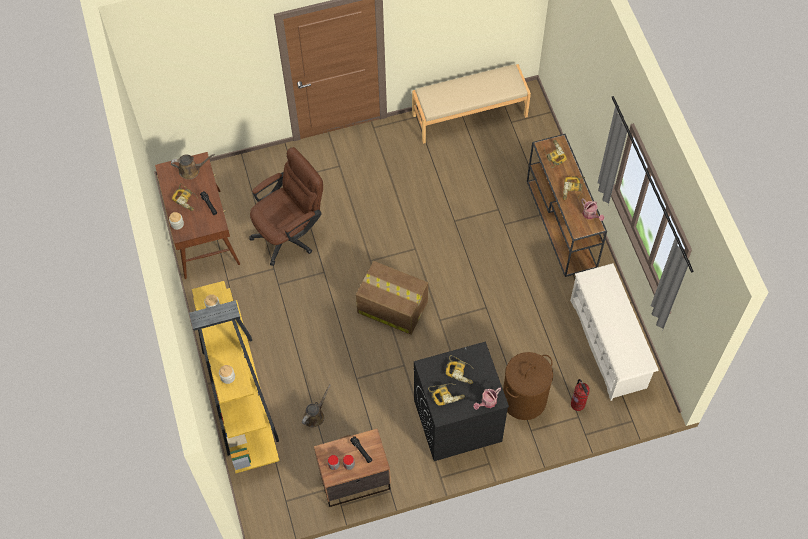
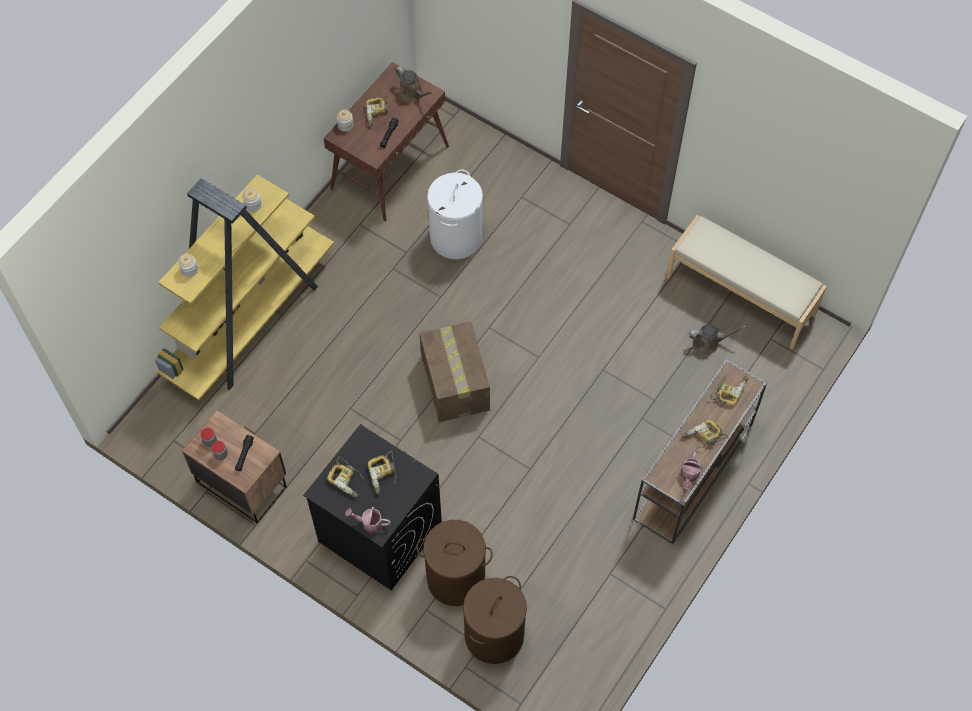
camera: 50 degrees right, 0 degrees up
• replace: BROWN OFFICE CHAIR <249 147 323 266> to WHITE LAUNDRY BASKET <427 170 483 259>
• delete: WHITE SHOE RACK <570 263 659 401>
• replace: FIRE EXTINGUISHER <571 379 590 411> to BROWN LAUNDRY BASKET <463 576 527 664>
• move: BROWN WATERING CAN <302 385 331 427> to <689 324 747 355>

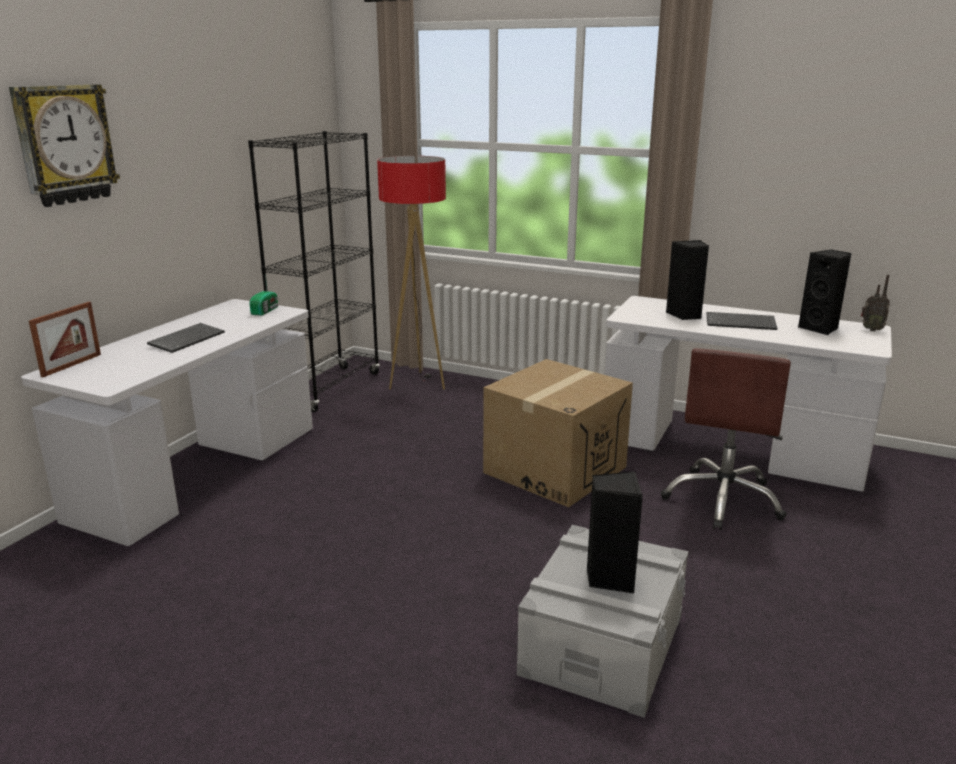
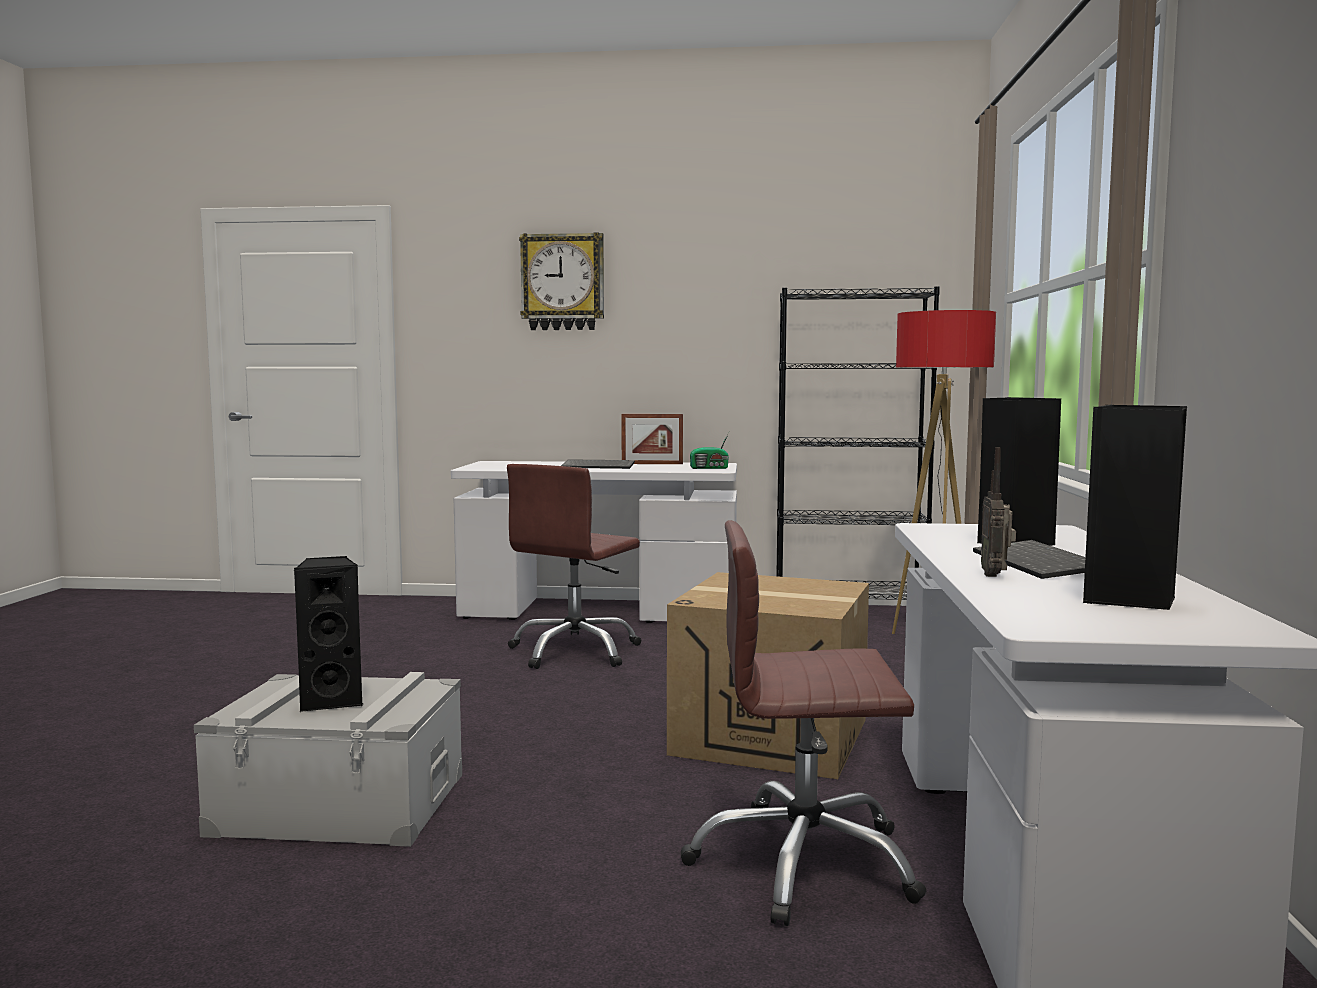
camera: 70 degrees right, 15 degrees down
• move: RADIO <861 274 890 331> to <981 447 1016 577>
• move: PICTURE FRAME <29 302 101 377> to <621 414 683 464>
• insert: BROWN OFFICE CHAIR <507 464 642 669>

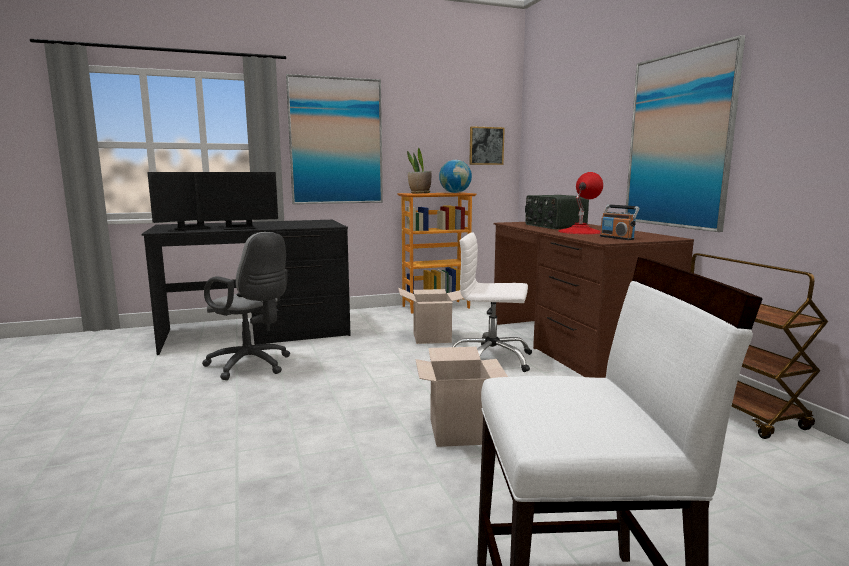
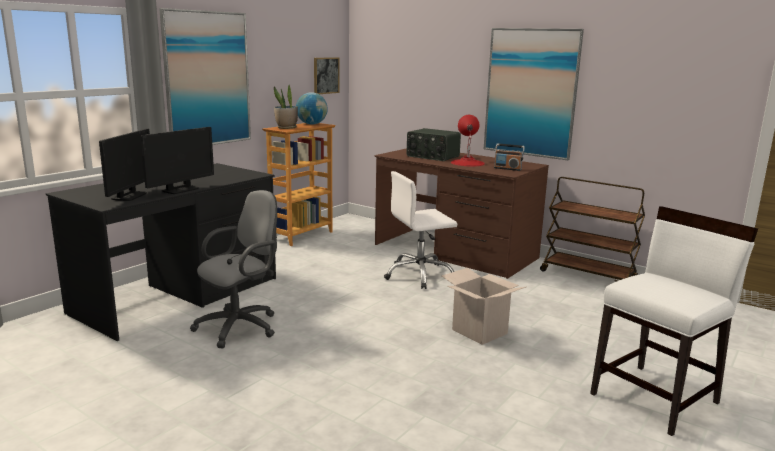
camera: 35 degrees left, 5 degrees up
• rotate: GREY OFFICE CHAIR <202 232 290 380> = <190 190 277 348> 45 degrees counterclockwise
• delete: CARDBOARD BOX <398 288 464 344>

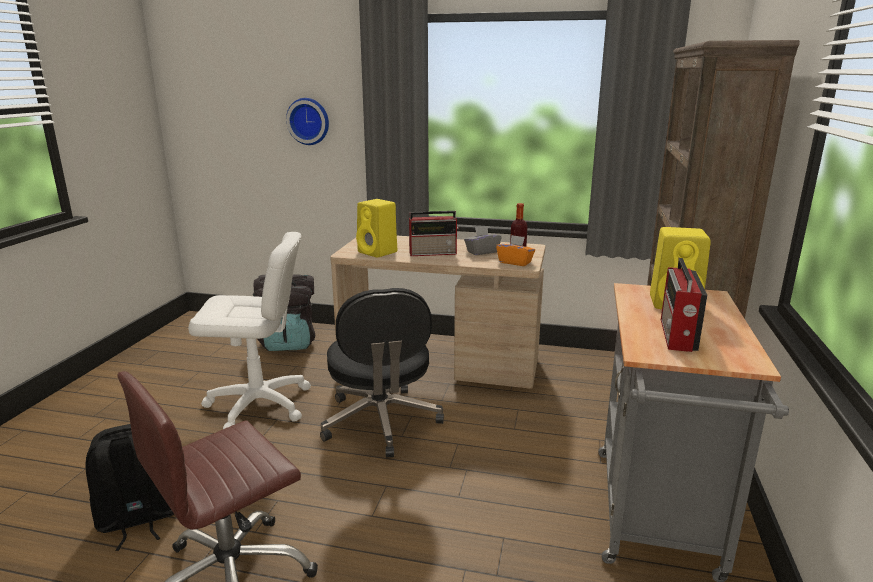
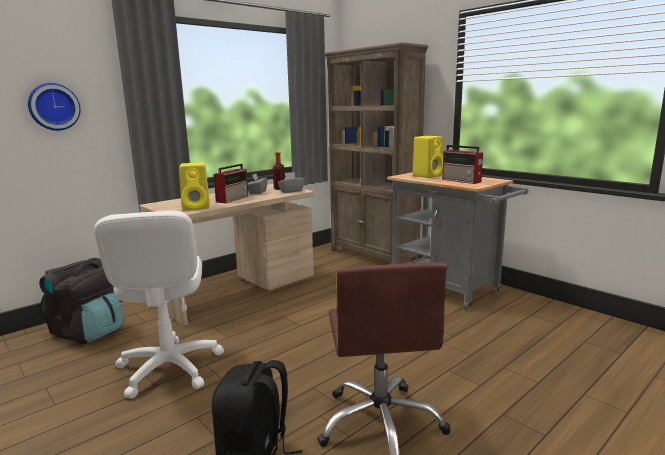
camera: 55 degrees left, 5 degrees down
• rotate: WHITE OFFICE CHAIR <188 232 311 429> = <94 211 224 399> 135 degrees clockwise
• recolor: ORANGE TISSUE BOX <496 235 535 266> to GREY TISSUE BOX <278 172 304 193>
• delete: BLACK OFFICE CHAIR <320 288 444 457>

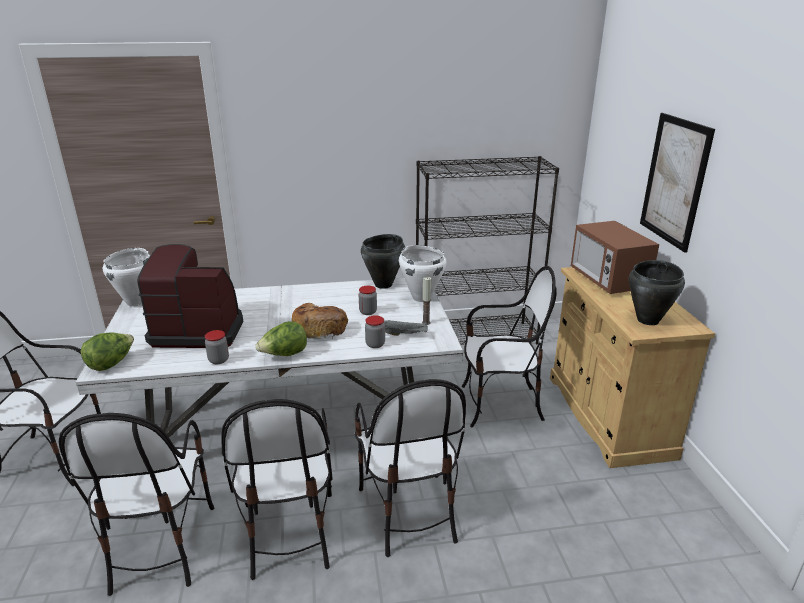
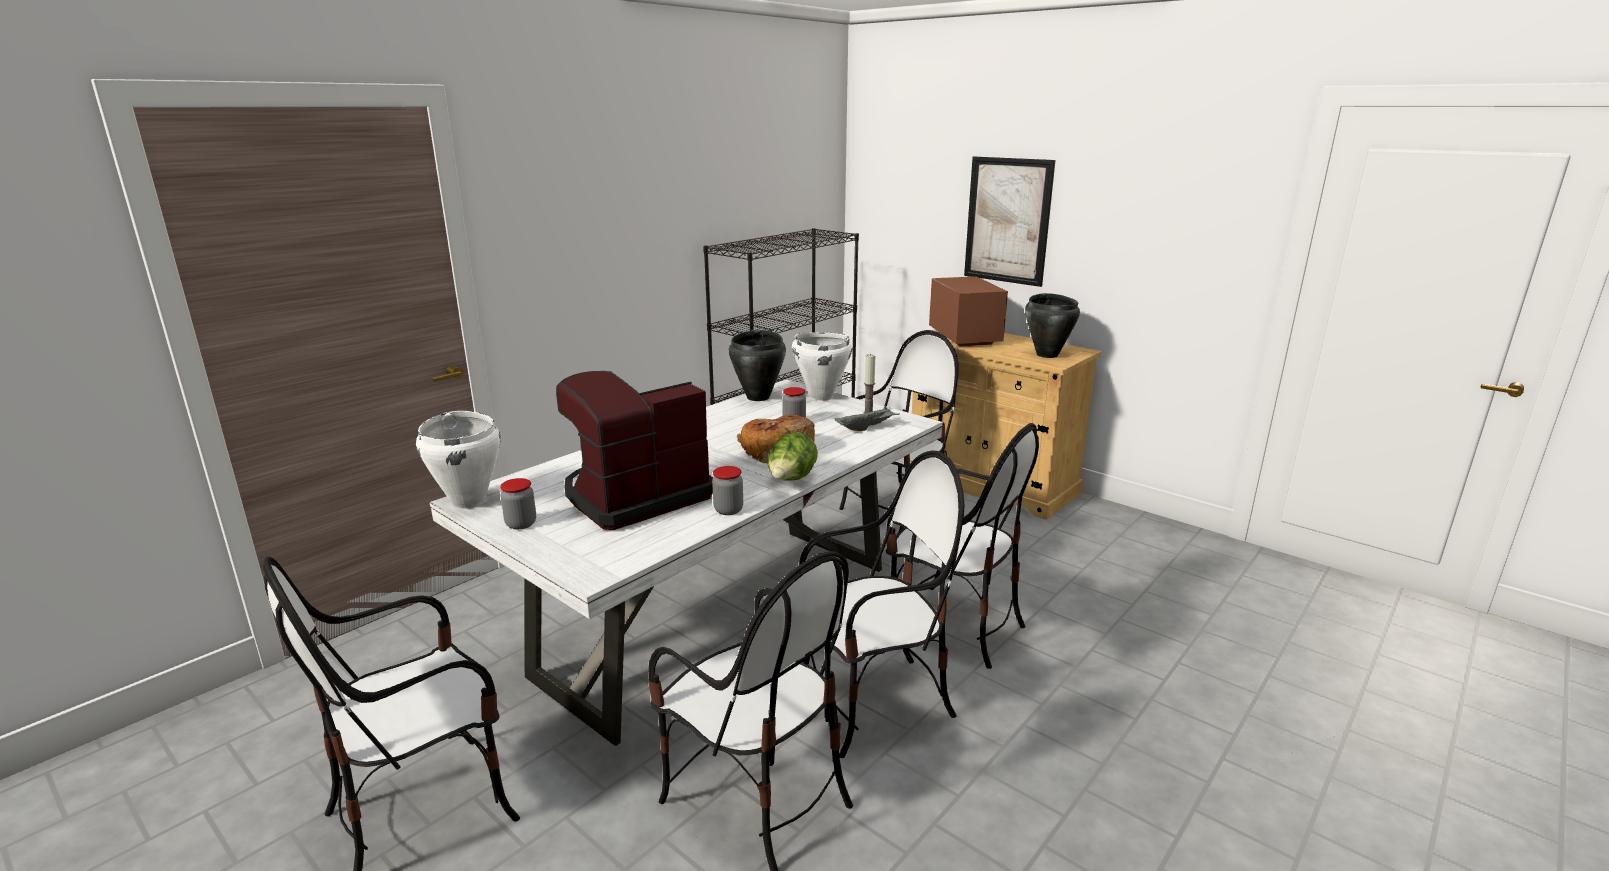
camera: 40 degrees left, 5 degrees down
• rotate: MICROWAVE <571 221 660 294> = <929 276 1008 346> 135 degrees counterclockwise
• move: JAR <365 315 385 348> to <500 478 536 529>
• delete: LETTUCE <80 333 134 371>
• rotate: CHAIR <221 399 333 580> = <799 451 964 758> 60 degrees counterclockwise

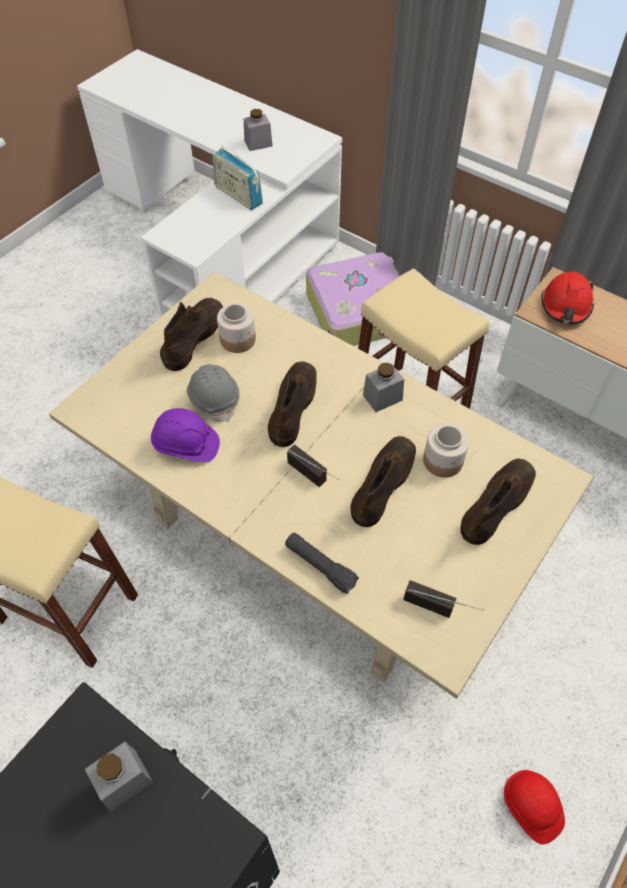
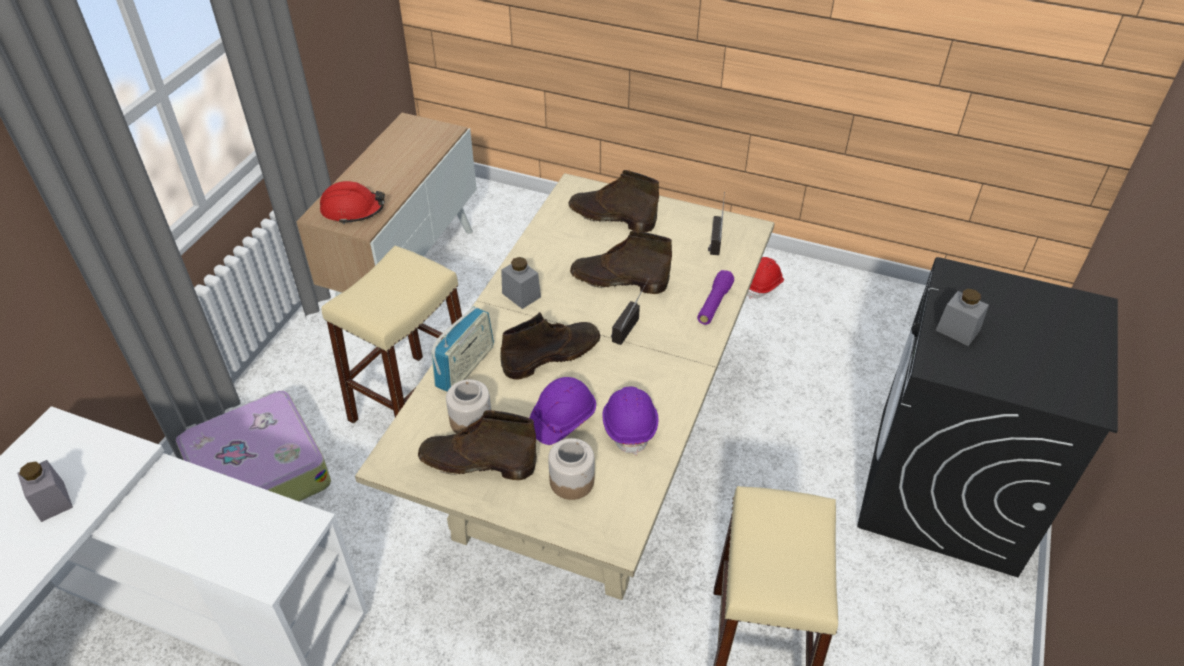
camera: 105 degrees left, 10 degrees down
• move: RADIO <212 145 263 210> to <431 306 494 392>
• rotate: BROWN BOOT <268 361 317 447> = <500 312 600 380> 150 degrees clockwise
• recolor: GREY HARD HAT <187 364 240 422> to PURPLE HARD HAT <529 377 596 445>
• move: JAR <423 423 469 478> to <548 438 594 500>
• recolor: BLACK FLASHLIGHT <285 533 359 594> to PURPLE FLASHLIGHT <697 270 734 325>

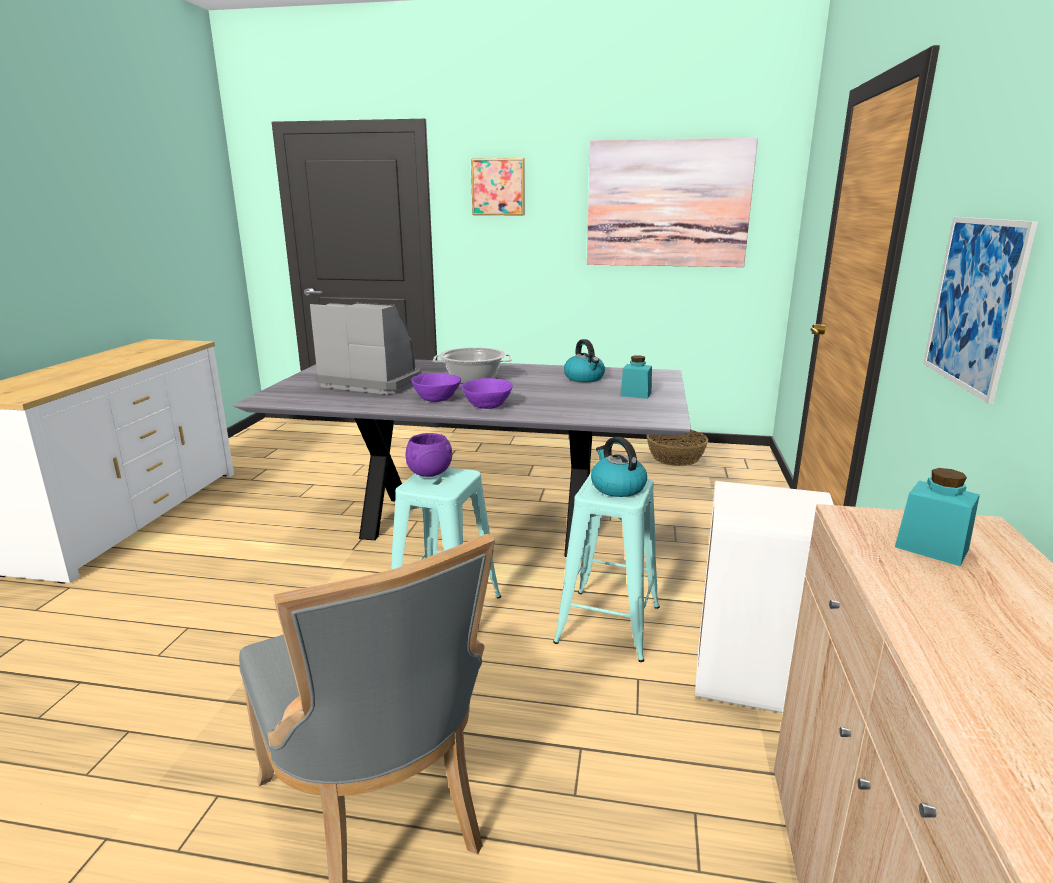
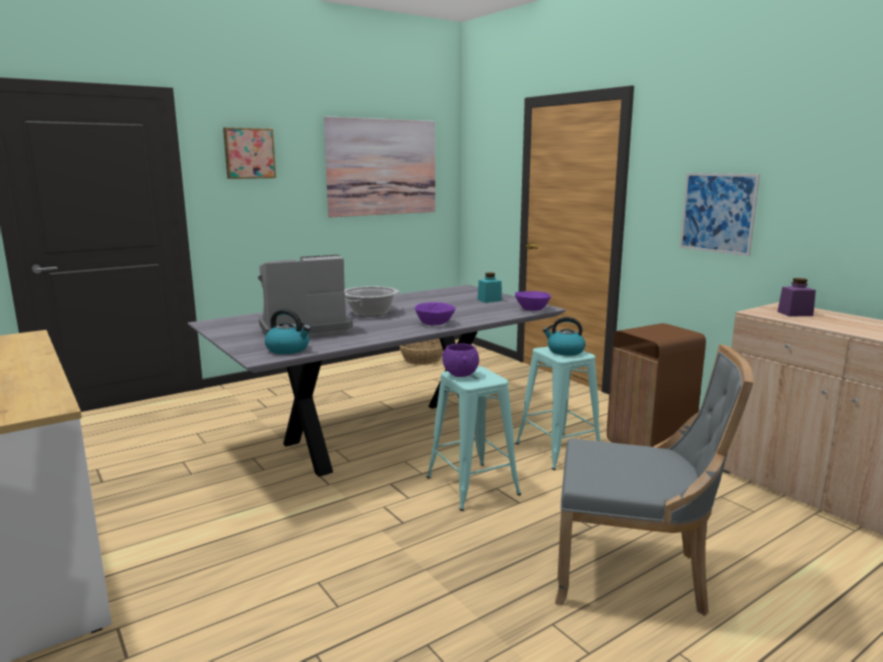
camera: 45 degrees left, 5 degrees down
• move: KETTLE <564 339 605 382> to <265 309 311 354>
• move: PURPLE BOWL <411 373 461 402> to <515 291 551 311>
• recolor: TURQUOISE JAR <895 468 980 566> to PURPLE JAR <777 278 816 317>
• recolor: WHITE TRASH CAN <695 481 834 713> to BROWN TRASH CAN <607 323 706 447>

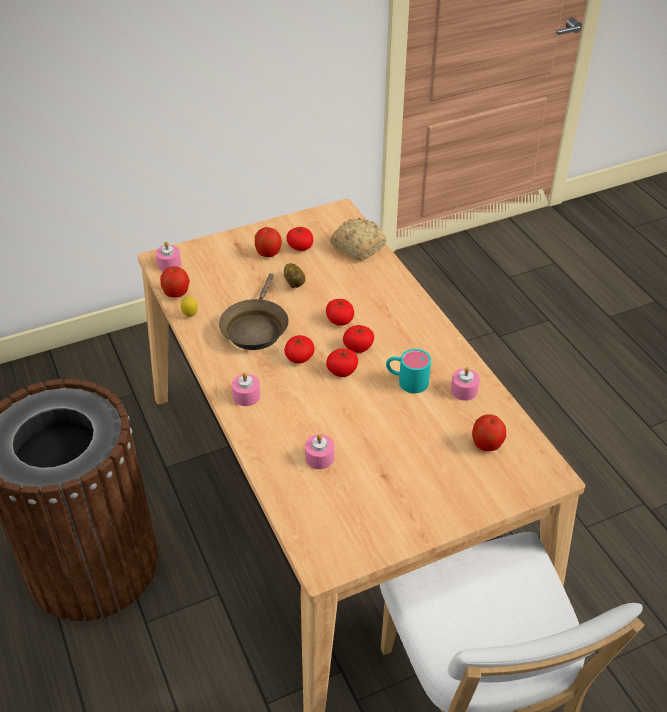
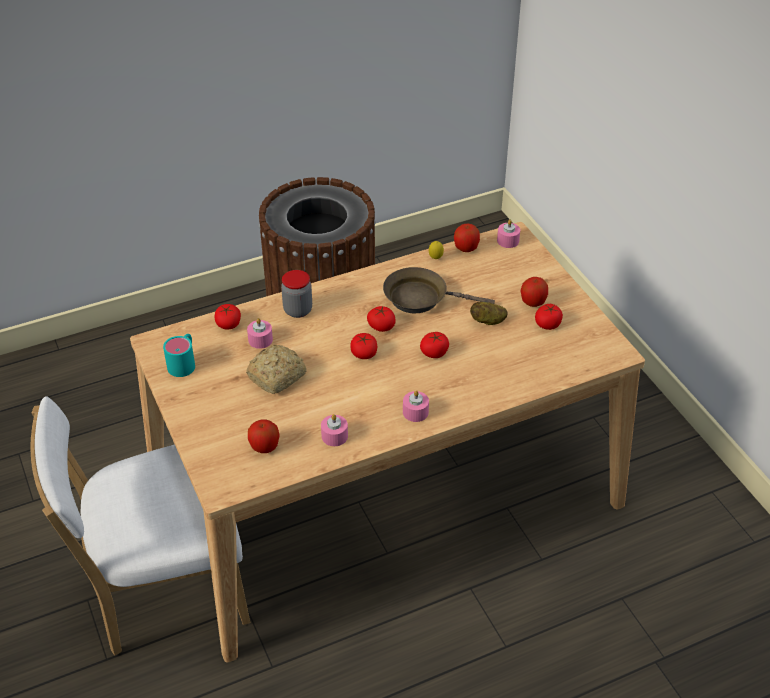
camera: 90 degrees right, 0 degrees up
• move: BREAD <330 218 386 260> to <246 345 307 394>
• move: TOMATO <343 325 374 353> to <215 304 241 330>
• move: TURQUOISE MUG <386 349 431 393> to <163 334 195 377>
• move: PINK CANDLE <232 373 260 406> to <403 390 429 422>
• insert: JAR <281 270 312 318>

